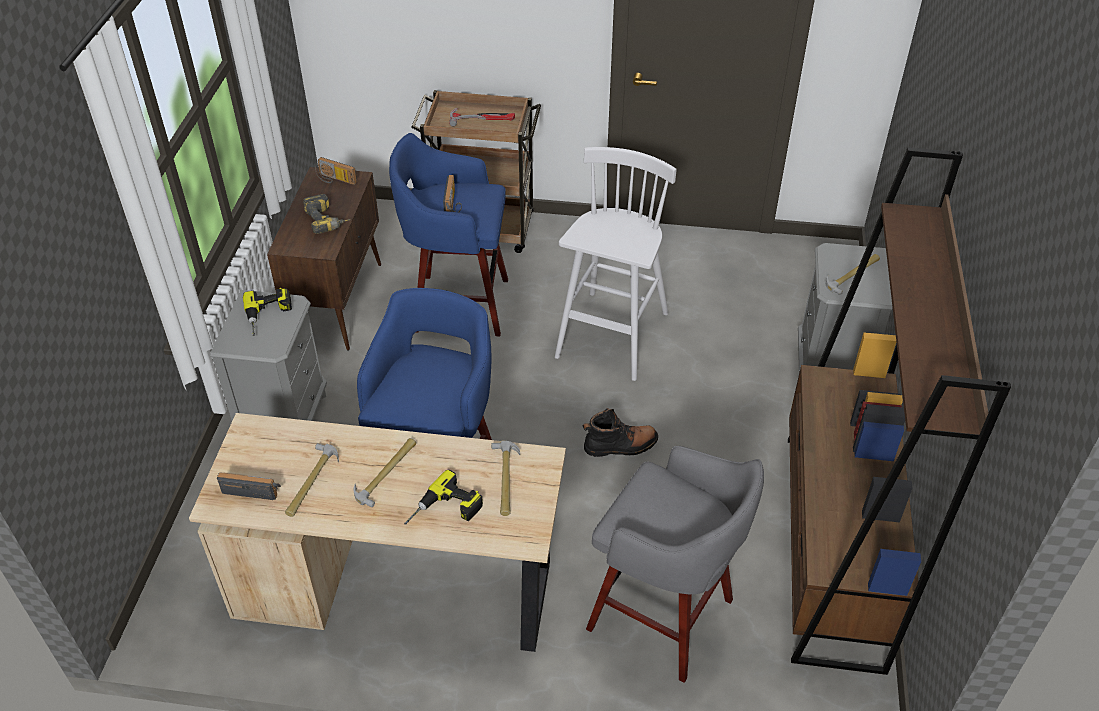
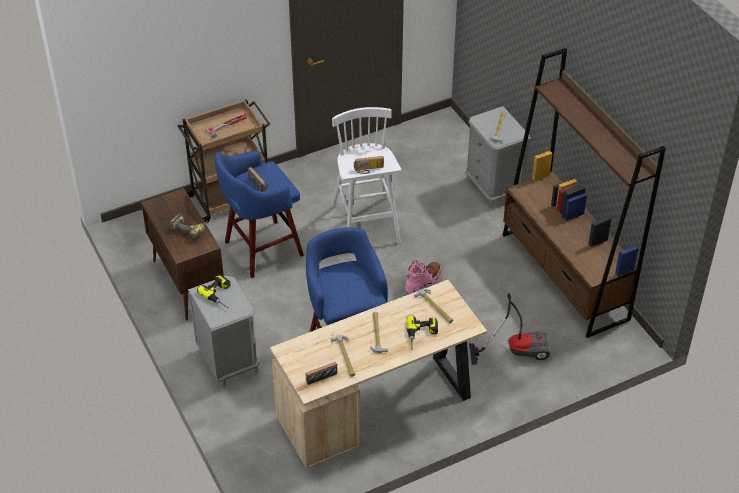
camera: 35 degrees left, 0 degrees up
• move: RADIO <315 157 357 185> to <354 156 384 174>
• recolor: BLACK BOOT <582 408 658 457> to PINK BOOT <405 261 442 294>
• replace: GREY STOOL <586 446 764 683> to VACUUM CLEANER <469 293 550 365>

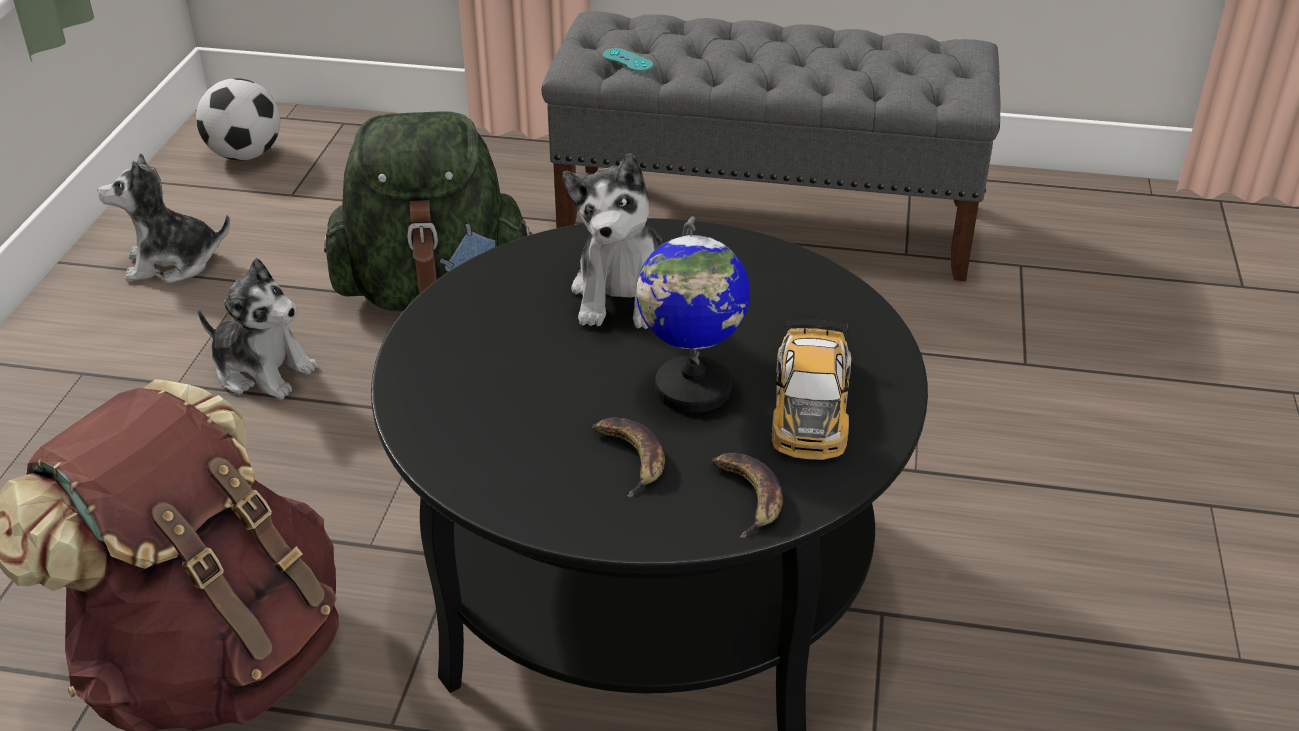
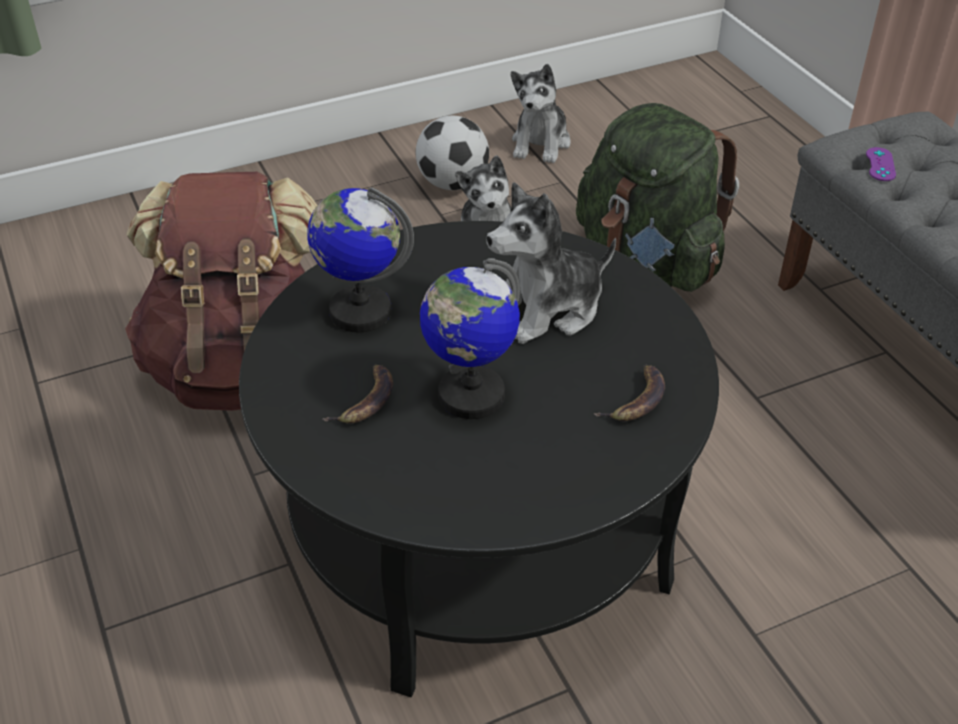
camera: 55 degrees right, 5 degrees up
• recolor: TURQUOISE GAME CONTROLLER <603 48 653 72> to PURPLE GAME CONTROLLER <866 147 896 181>
• move: FOOTBALL <196 78 280 161> to <416 116 489 190>
• rotate: PLUSH TOY <98 153 230 284> = <511 64 571 163> 120 degrees counterclockwise
• delete: TOY CAR <772 319 851 460>
• move: BANANA <711 453 783 538> to <594 365 665 421>
• insert: GLOBE <307 187 414 332>

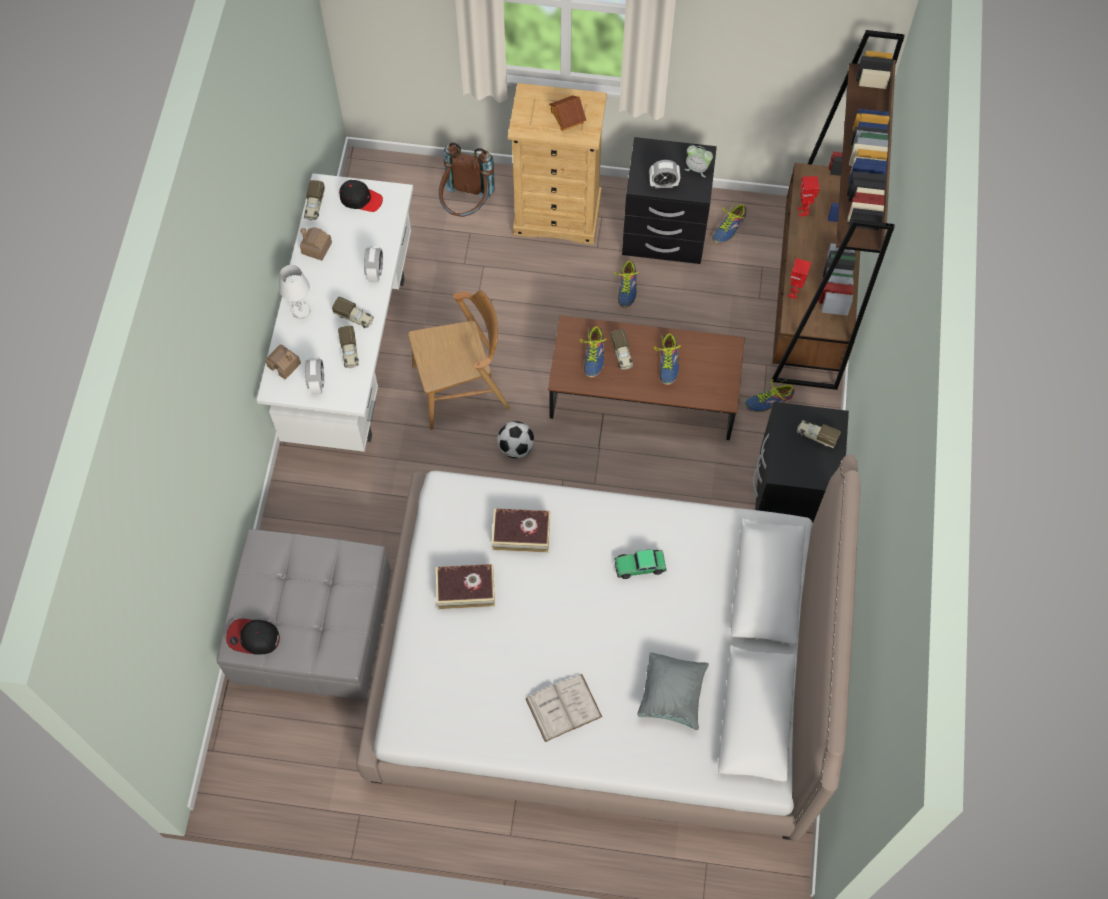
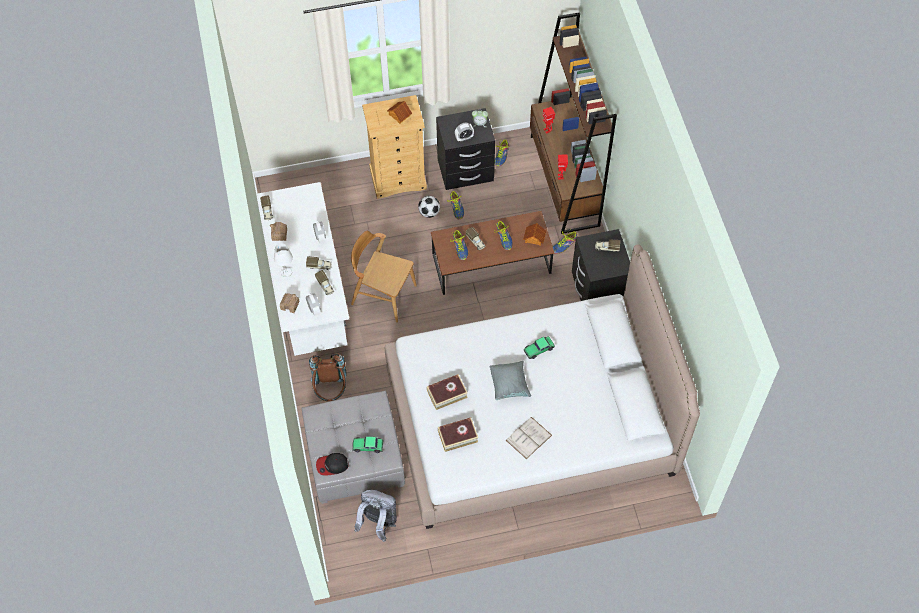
camera: 20 degrees left, 5 degrees down
• move: BROWN BACKPACK <439 142 495 217> to <309 353 347 401>
• delete: BLACK CAP <339 180 383 212>
• rotate: BROWN CHAIR <408 290 510 430> = <351 231 417 322> 120 degrees counterclockwise
• move: FOOTBALL <497 421 534 458> to <418 196 440 218>
• move: BOOK <492 508 550 552> to <438 417 478 452>
• move: GREY PILLOW <637 652 709 730> to <489 361 531 400>
• insert: TOY HOUSE <523 223 546 246>
• insert: TOY CAR <352 436 383 453>
• insert: GREY BACKPACK <354 490 397 542>

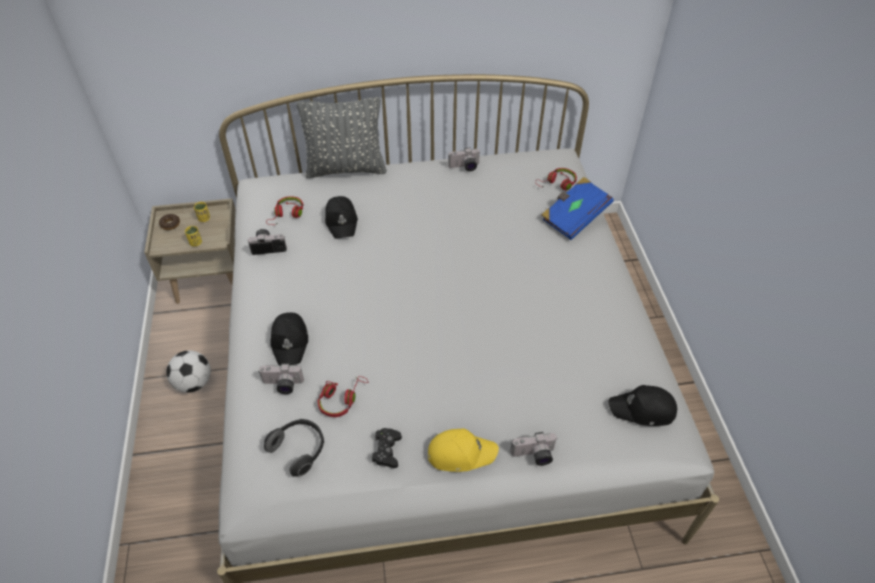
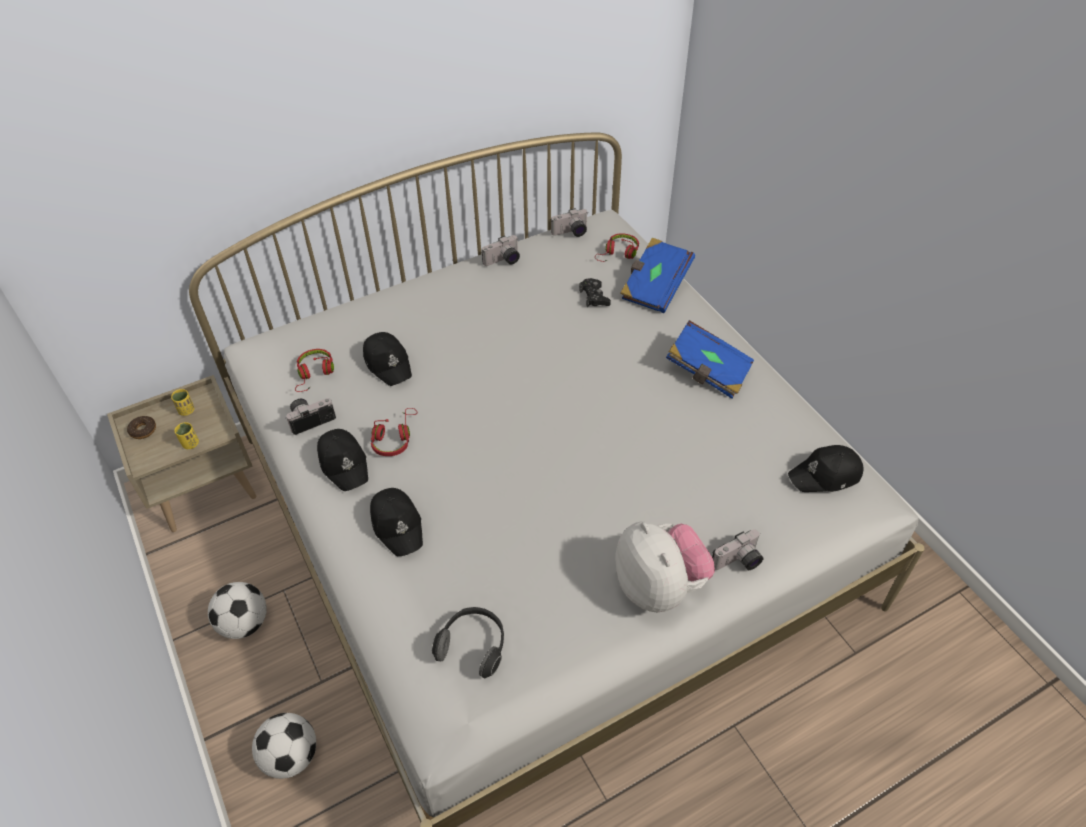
camera: 20 degrees left, 0 degrees up
• delete: GREY PILLOW <297 97 387 178>
• move: PHOTO CAMERA <258 363 304 394> to <551 208 587 237>
• move: RED HEADPHONES <318 376 368 417> to <371 408 418 456>
• move: BLACK GAME CONTROLLER <372 428 402 468> to <579 278 611 308>
• replace: YELLOW CAP <428 428 499 472> to PLUSH TOY <615 522 715 612>
• insert: BLUE BOOK <666 320 754 399>
• insert: BLACK CAP <317 429 368 491>
• insert: FOOTBALL <252 713 316 779>

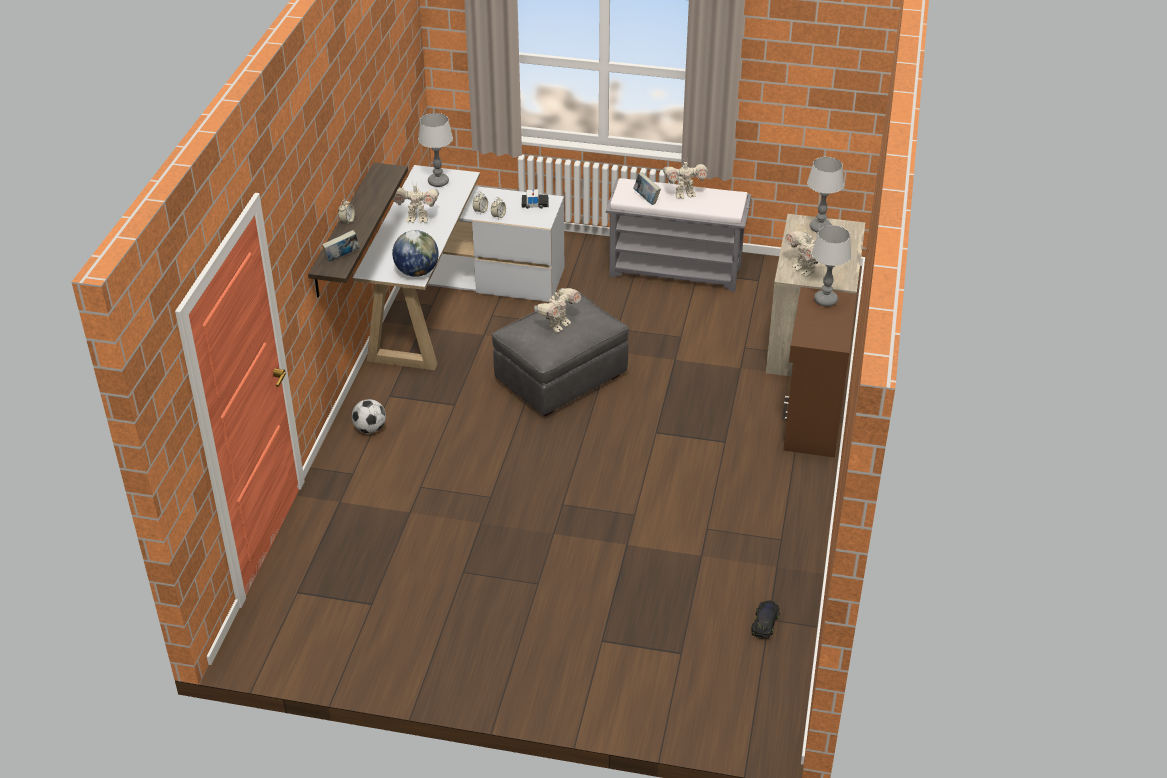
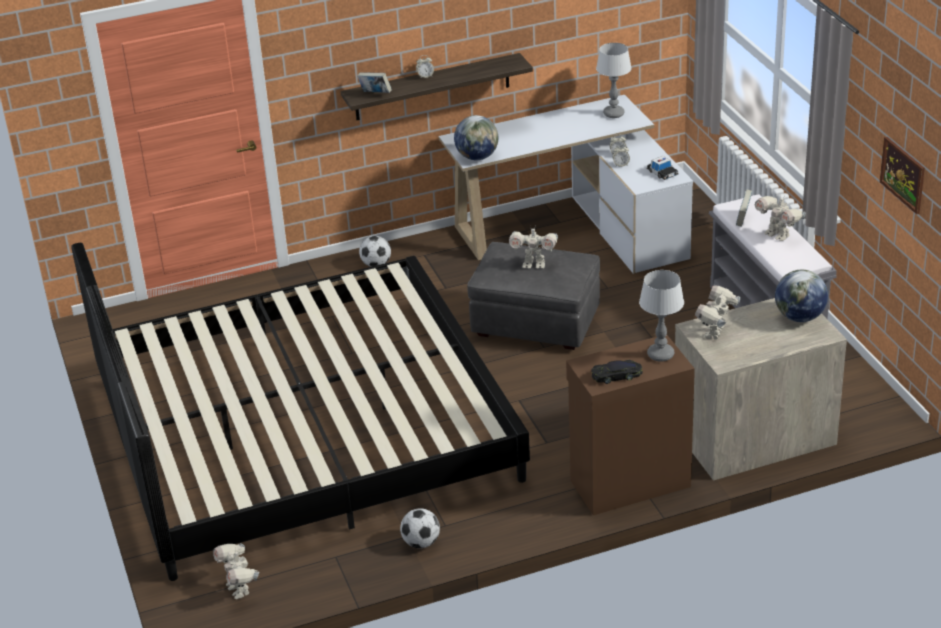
camera: 60 degrees right, 5 degrees down
• replace: TABLE LAMP <807 157 844 233> to GLOBE <775 270 828 322>
• move: TOY ROBOT <393 185 439 223> to <213 543 259 599>
• move: BLACK TOY CAR <751 600 780 639> to <591 360 643 384>
• insert: PICTURE <880 136 925 214>
• insert: BED <71 243 530 581>
• insert: FOOTBALL <400 508 440 548>

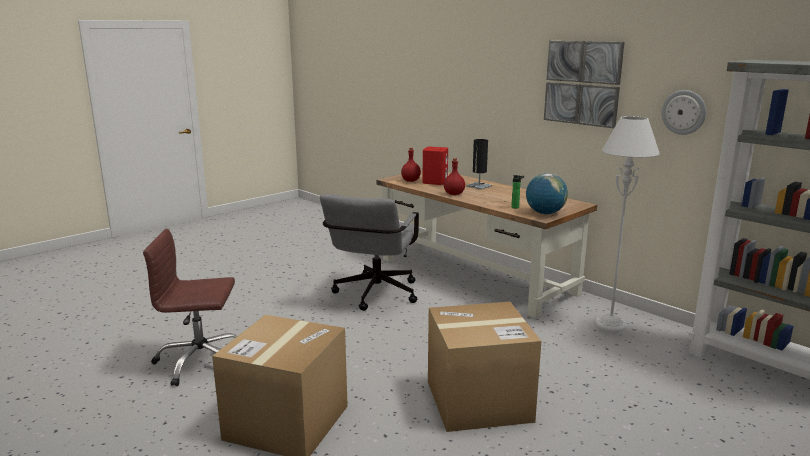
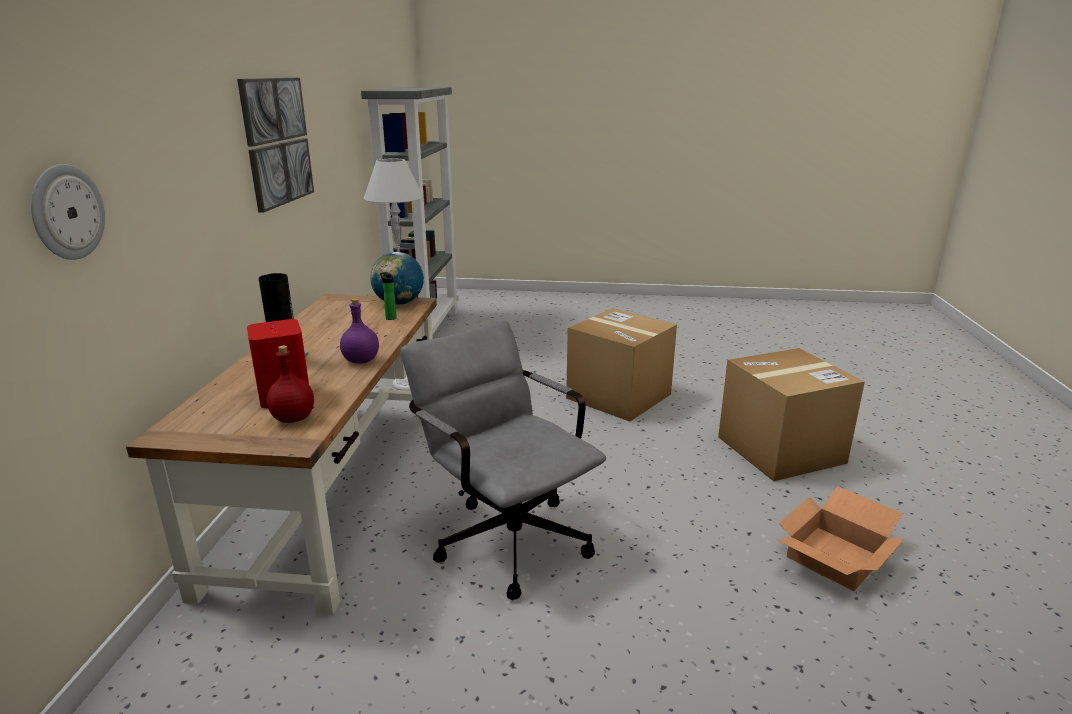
camera: 130 degrees left, 5 degrees up
• move: WALL CLOCK <662 90 706 135> to <31 164 105 260>
• recolor: RED BOTTLE <444 158 465 195> to PURPLE BOTTLE <340 298 379 364>
• rotate: GREY OFFICE CHAIR <320 194 419 311> = <401 319 606 600> 105 degrees counterclockwise
• replace: BROWN OFFICE CHAIR <143 229 237 386> to CARDBOARD BOX <777 486 905 591>

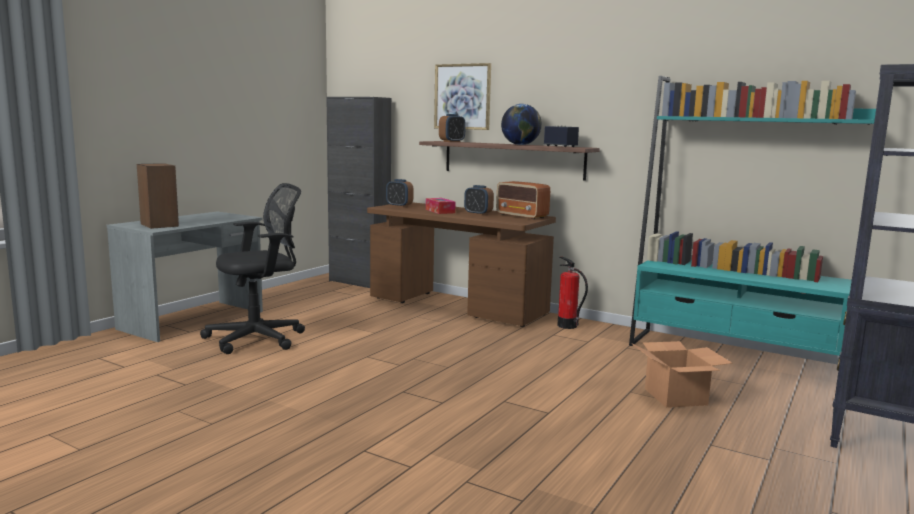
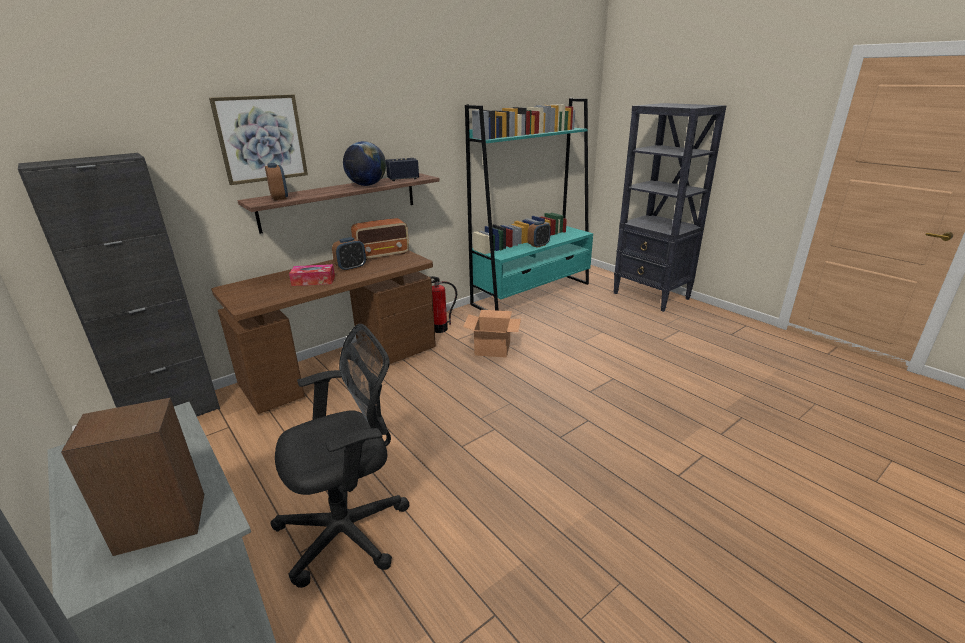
camera: 70 degrees left, 15 degrees up
• move: ALARM CLOCK <386 179 413 207> to <527 221 551 248>
• rotate: BLACK OFFICE CHAIR <200 183 305 354> = <271 324 409 588> 75 degrees clockwise
• move: CARDBOARD BOX <631 341 732 408> to <463 310 521 358>

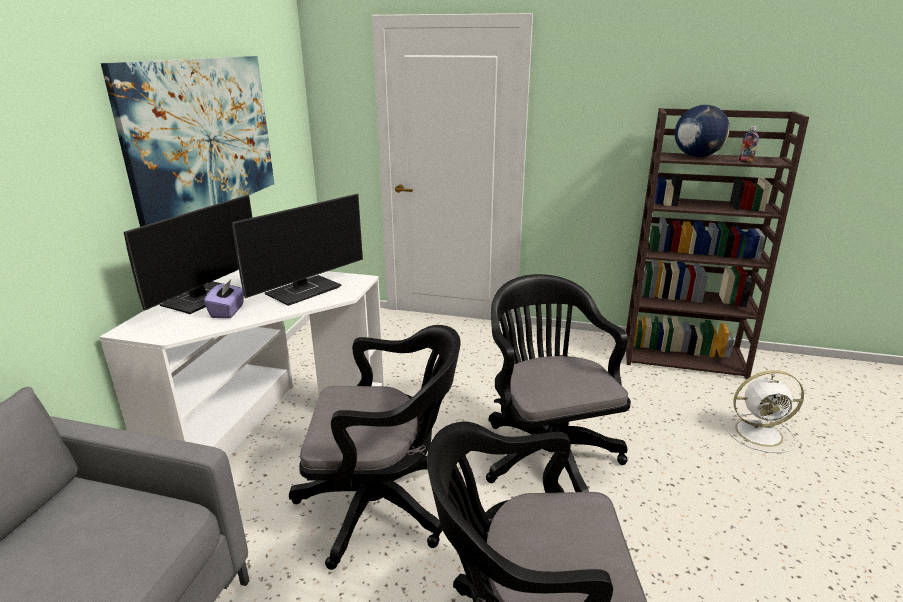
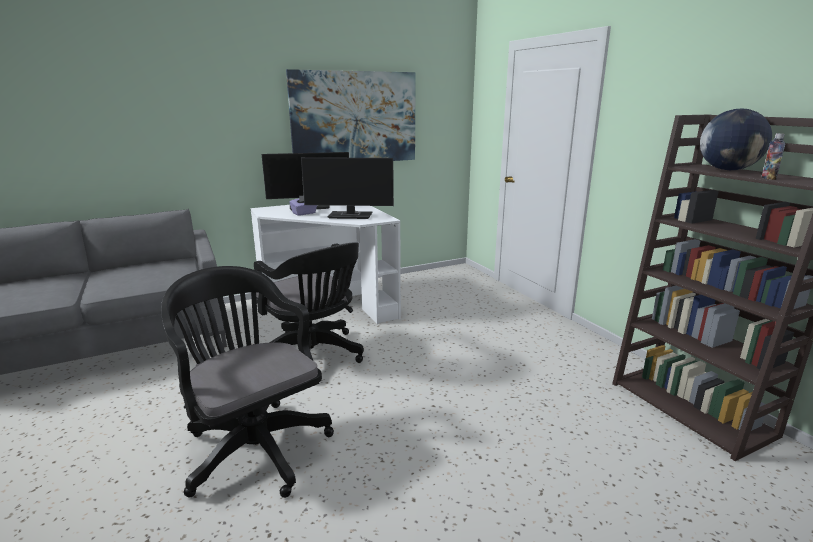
camera: 50 degrees right, 5 degrees down
• delete: BLACK OFFICE CHAIR <486 274 631 492>
• delete: WHITE FAN <721 370 804 453>

